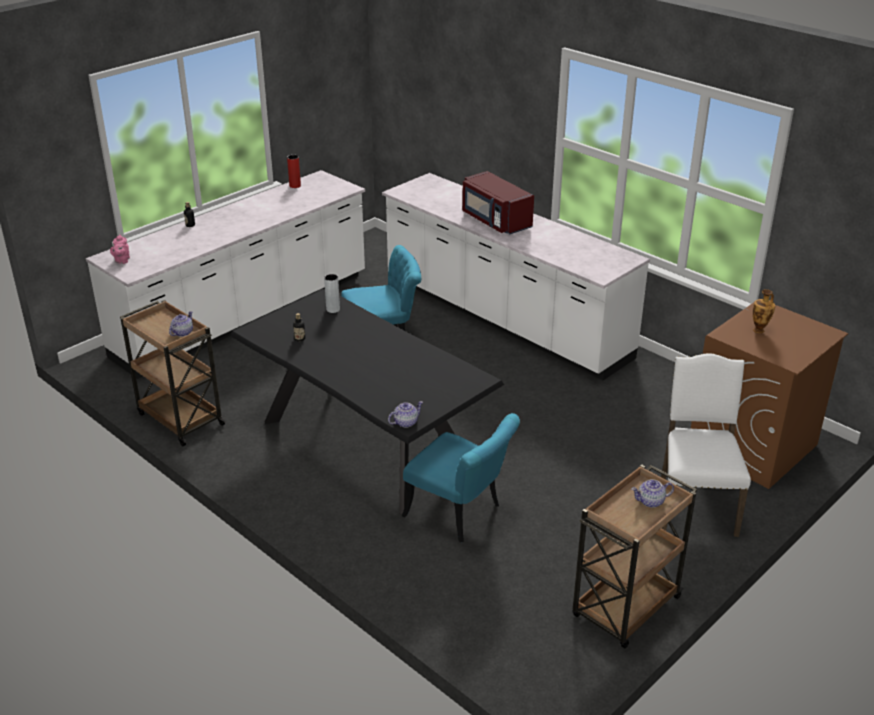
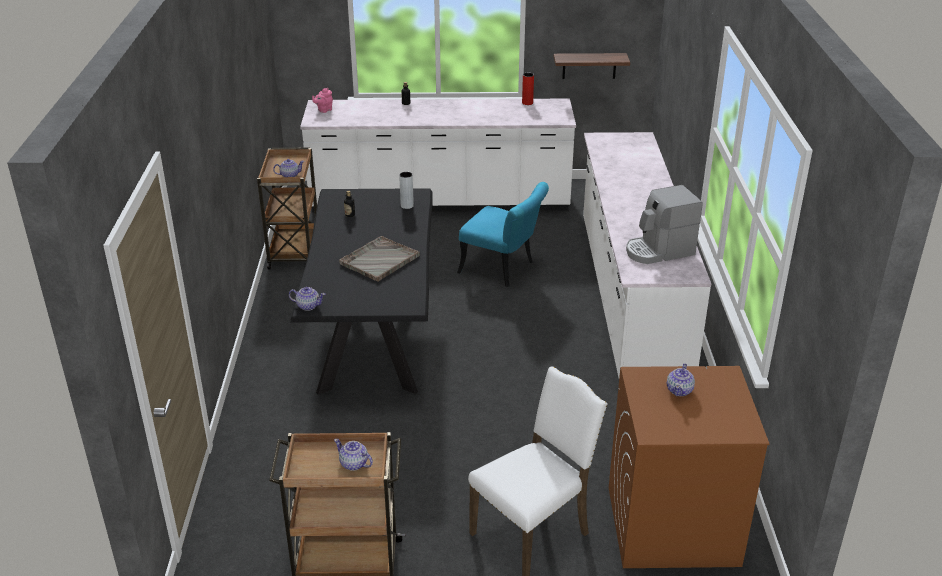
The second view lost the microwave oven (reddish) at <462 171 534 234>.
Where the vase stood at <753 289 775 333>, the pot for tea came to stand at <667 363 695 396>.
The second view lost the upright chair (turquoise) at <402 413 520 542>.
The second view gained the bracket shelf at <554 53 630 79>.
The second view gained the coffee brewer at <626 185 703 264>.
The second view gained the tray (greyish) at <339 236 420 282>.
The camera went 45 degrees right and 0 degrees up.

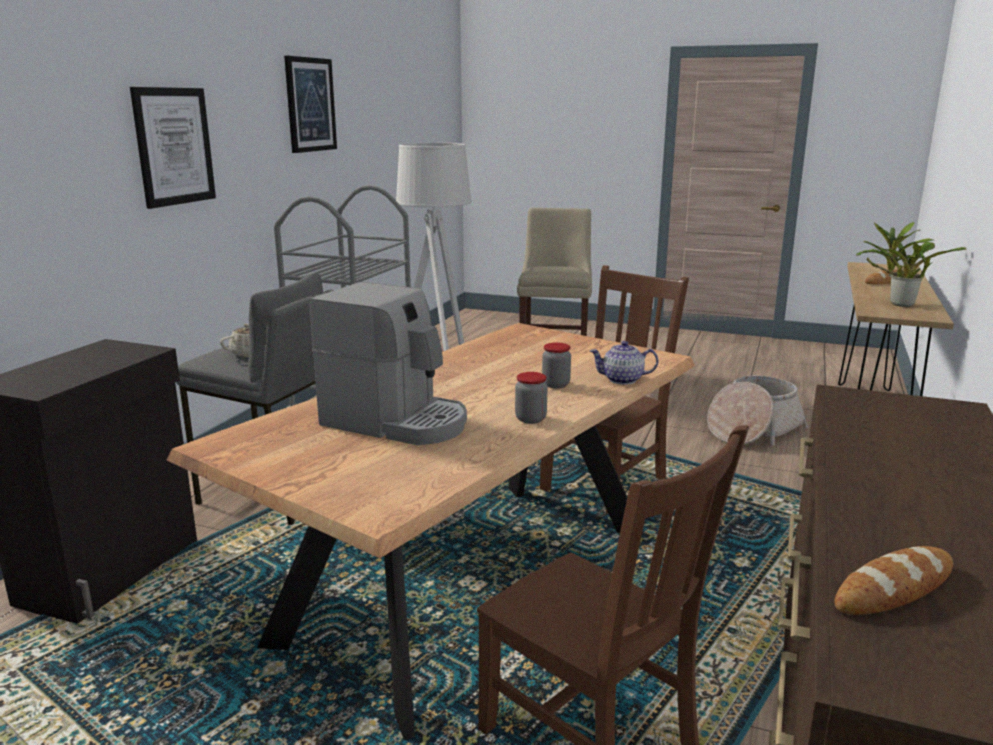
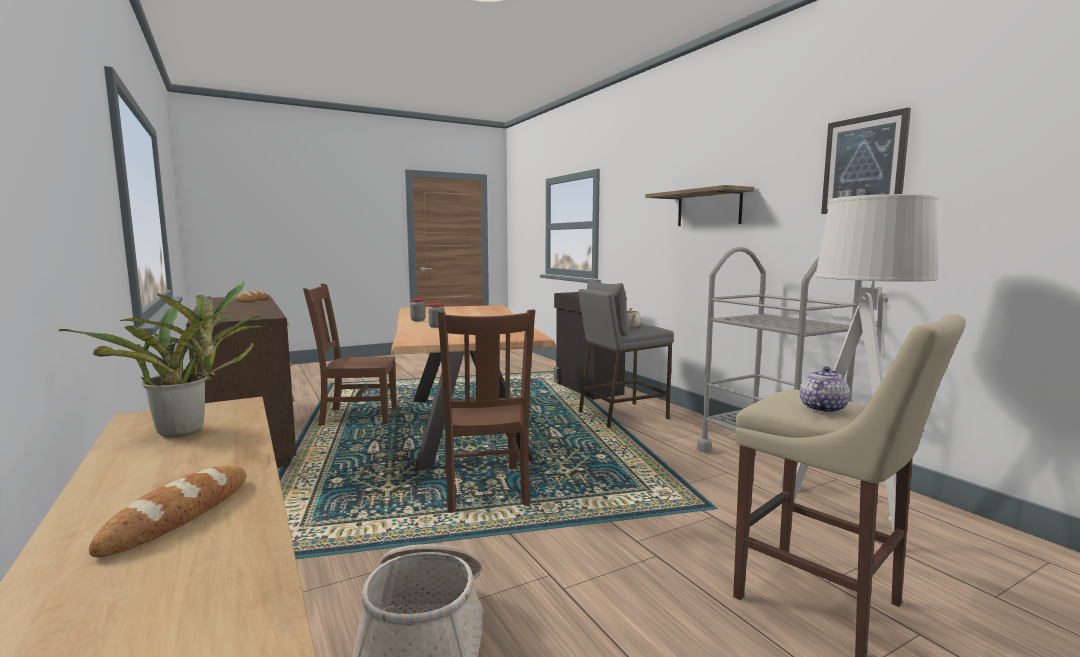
Where the wall picture hung at <130 87 216 209>, the bracket shelf came to hang at <645 185 754 226>.
The second view lost the coffee brewer at <309 282 467 445>.
The pot for tea ended up elsewhere, having gone from <590 341 658 385> to <800 366 850 413>.
The camera went 130 degrees right and 10 degrees down.

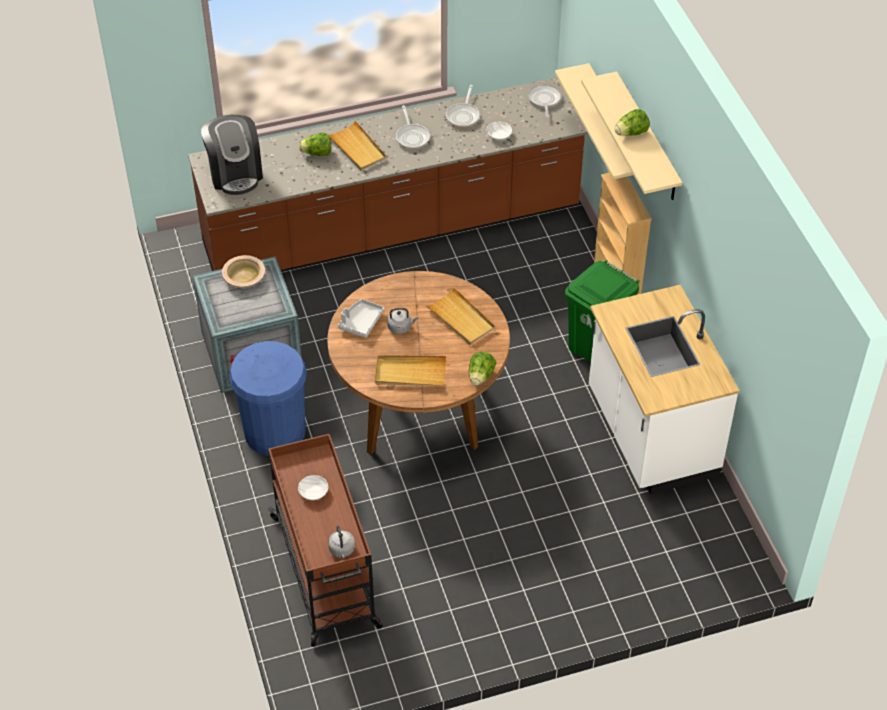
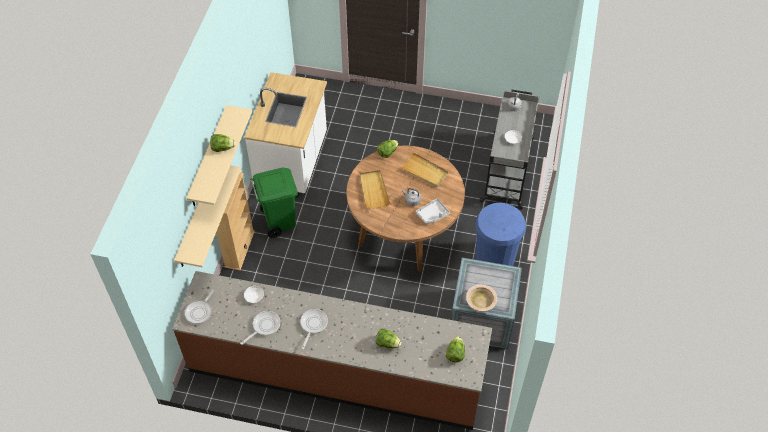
Where the coffee brewer stood at <201 115 263 195>, the head of lettuce came to stand at <446 337 465 363>.
The second view lost the tray (beige) at <329 120 387 171>.
What was the cart (brown-coloured) at <268 434 383 647> turned into the cart (greyish) at <480 90 539 210>.
The camera went 150 degrees left and 5 degrees up.

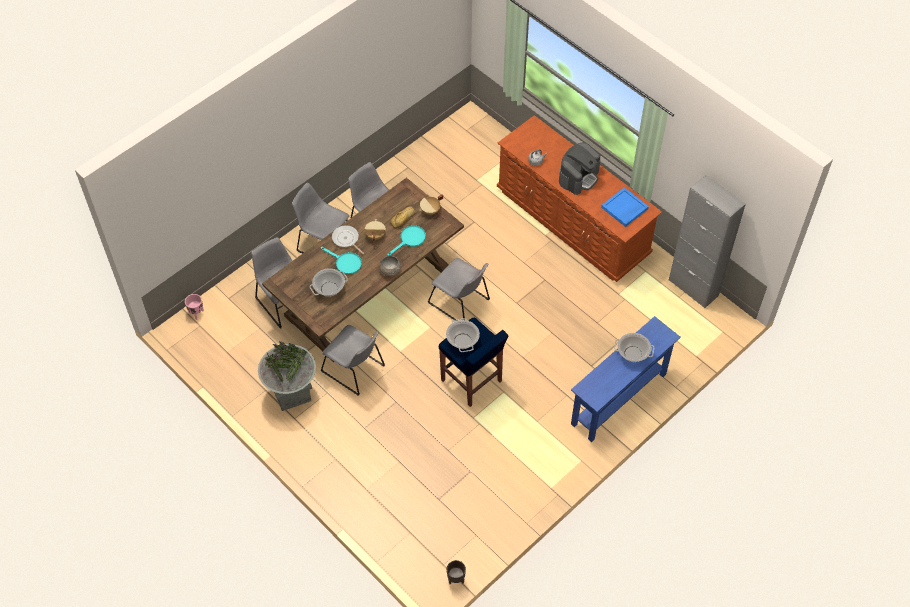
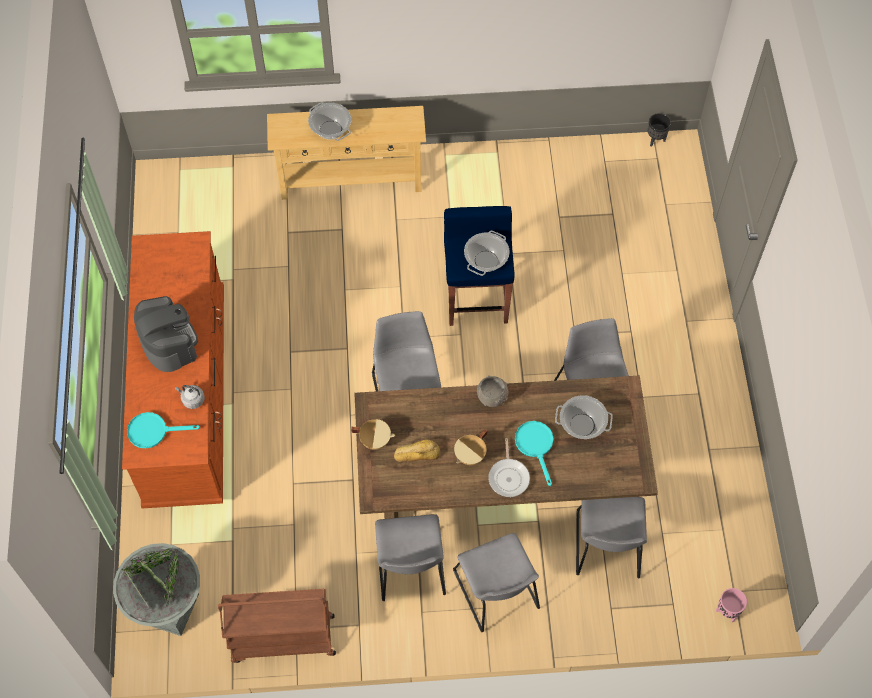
The coffee brewer at <559 142 600 195> ended up facing another way, 75 degrees clockwise from before.
The second view lost the storage cabinet (greyish) at <669 175 746 308>.
The second view lost the tray (blue) at <601 187 649 227>.
The pan (turquoise) ended up elsewhere, having gone from <387 225 426 256> to <127 412 200 448>.
What was the console table (blue) at <571 316 681 442> turned into the console table (beige) at <267 106 426 200>.
The planter (greyish) ended up elsewhere, having gone from <258 342 316 411> to <113 543 200 636>.
The second view gained the cart (brown-coloured) at <218 589 336 663>.
The camera went 140 degrees left and 5 degrees up.

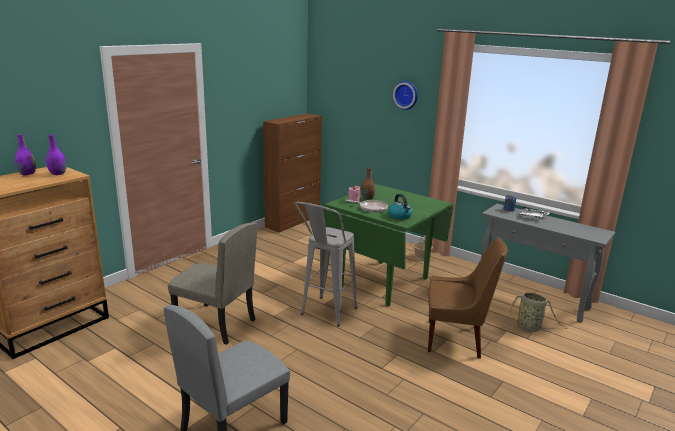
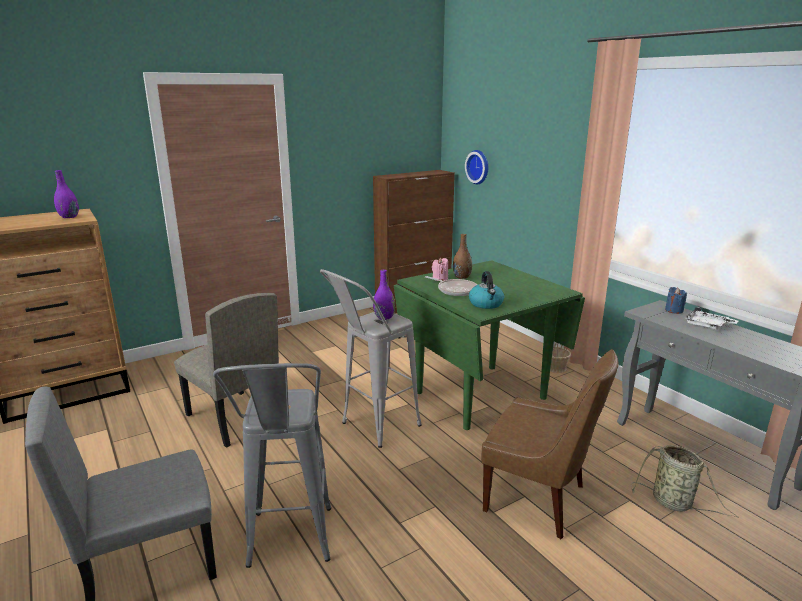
The wall clock ended up elsewhere, having gone from <393 81 418 110> to <465 150 488 184>.
The vase (purple-coloured) ended up elsewhere, having gone from <15 134 36 175> to <373 270 395 320>.
The second view gained the stool seat (greyish) at <213 363 331 568>.
The camera went 20 degrees right and 0 degrees up.

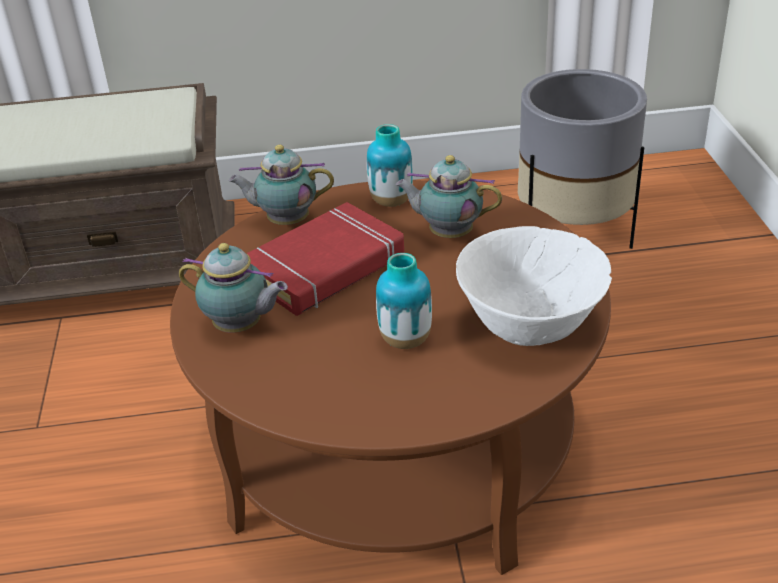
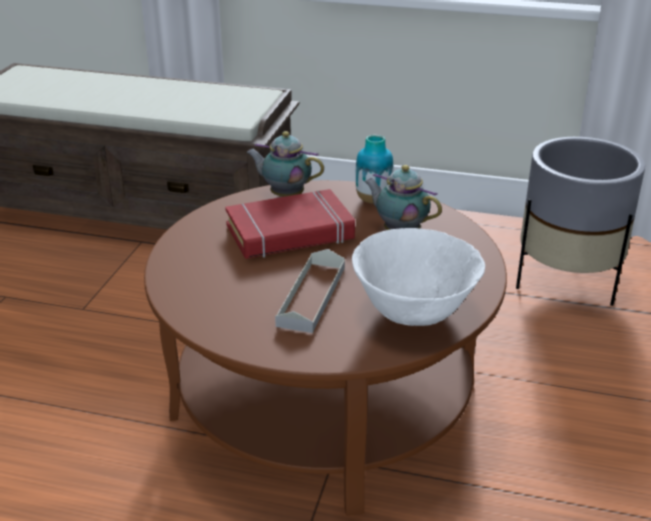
The second view lost the pot for tea at <179 243 288 333>.
Where the vase stood at <376 253 432 349>, the tray (greyish) came to stand at <275 249 345 333>.
The camera went 20 degrees right and 5 degrees down.

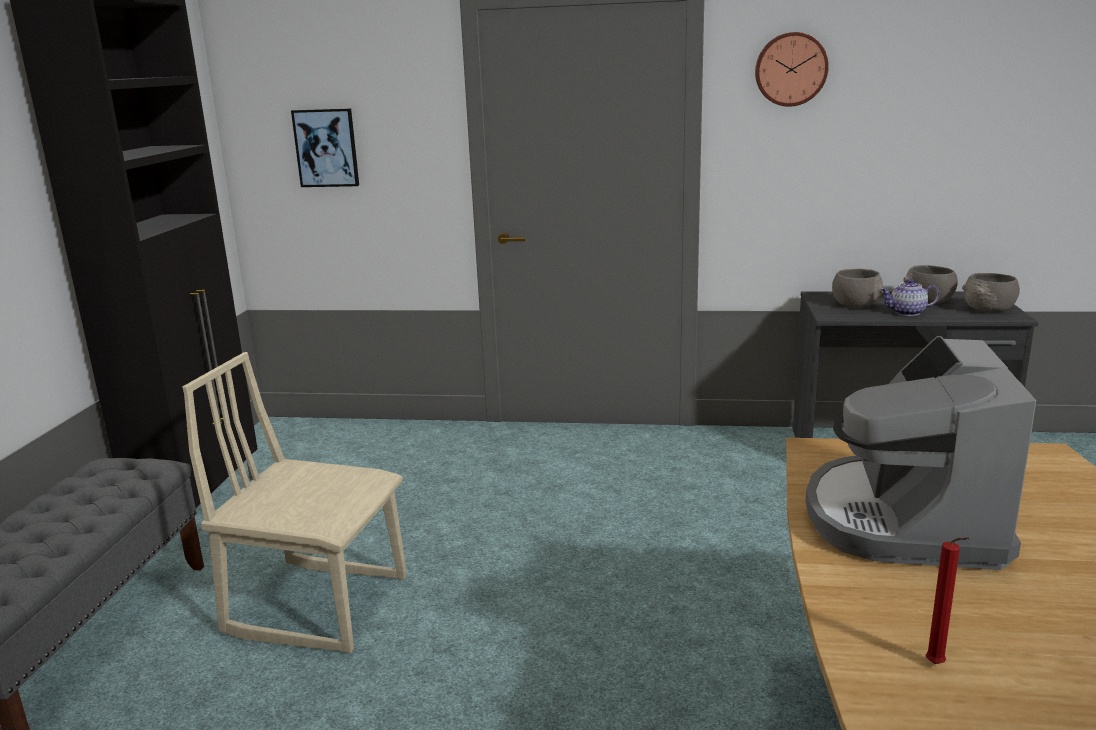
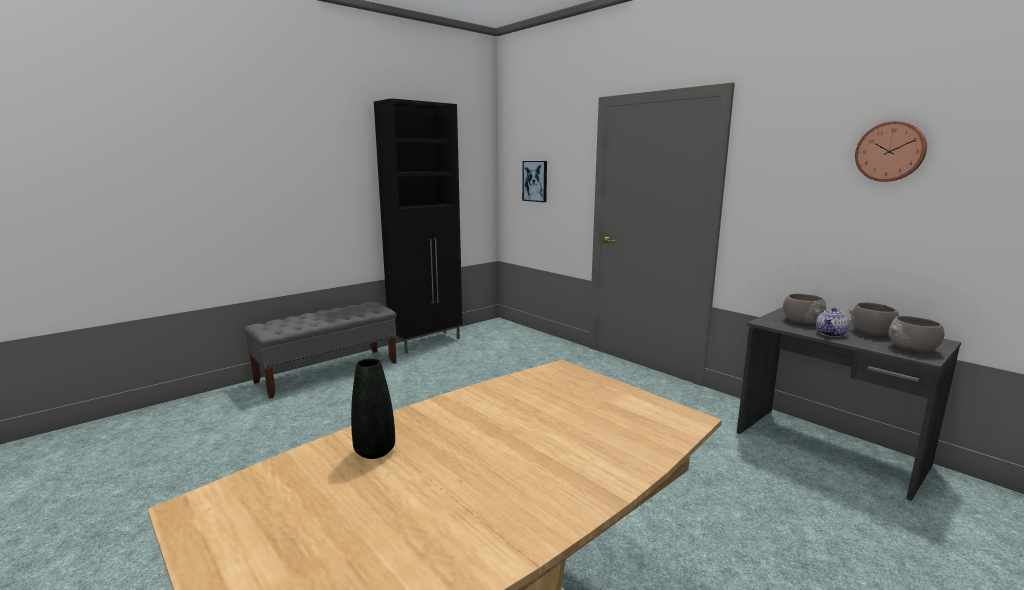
The wall clock ended up elsewhere, having gone from <755 32 829 107> to <855 121 927 182>.
The pot for tea at <880 279 939 316> ended up facing another way, 90 degrees counterclockwise from before.
The second view lost the coffee brewer at <805 336 1036 570>.
The second view lost the upright chair (beige) at <182 352 407 653>.
Where the candle (reddish) stood at <926 537 970 664>, the vase (blackish) came to stand at <351 359 395 459>.
The camera went 40 degrees right and 5 degrees down.

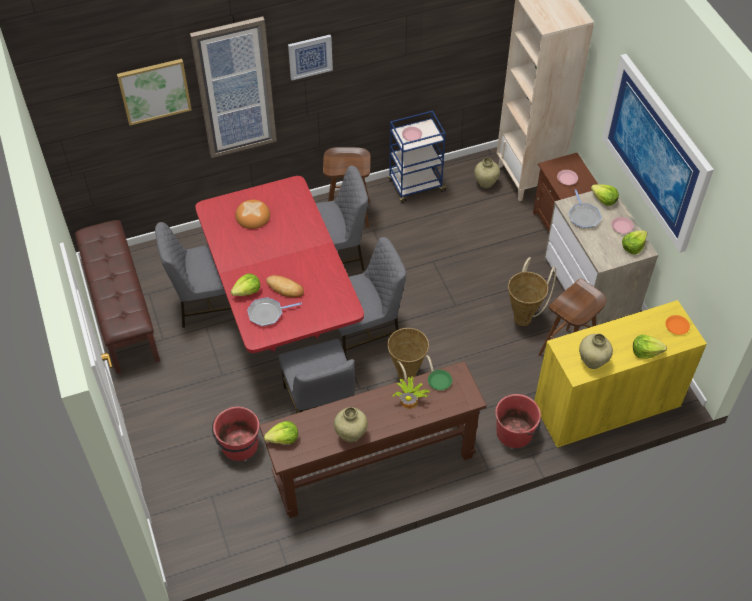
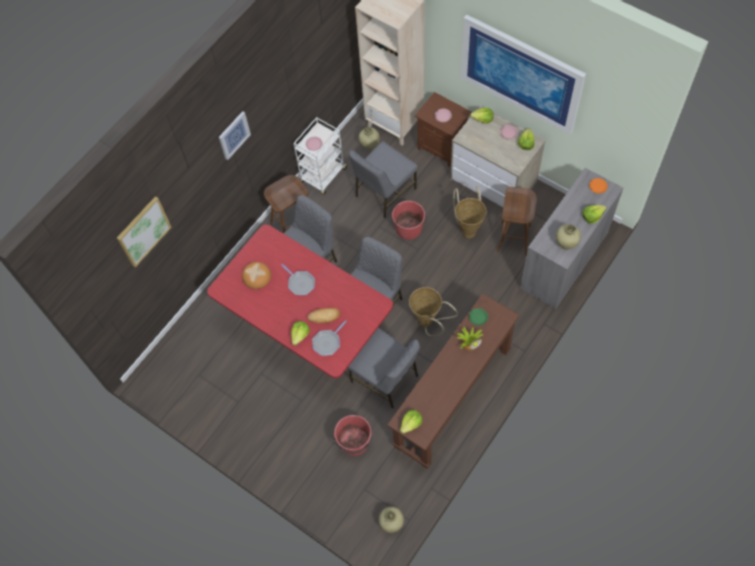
The second view lost the wall picture at <190 16 277 158>.
What was the cart (blue) at <388 110 448 203> turned into the cart (white-coloured) at <293 117 347 195>.
The pan ended up elsewhere, having gone from <568 189 602 229> to <281 264 315 295>.
The second view lost the indoor bench (brown-coloured) at <75 220 160 374>.
The upright chair (greyish) ended up elsewhere, having gone from <155 222 231 328> to <349 141 418 218>.
What was the storage cabinet (yellowish) at <534 300 707 448> turned into the storage cabinet (greyish) at <520 168 623 309>.
The bucket (reddish) ended up elsewhere, having gone from <495 394 541 448> to <392 201 427 240>.
The vase (beige) ended up elsewhere, having gone from <334 407 368 442> to <378 507 404 533>.
The camera went 30 degrees left and 10 degrees up.

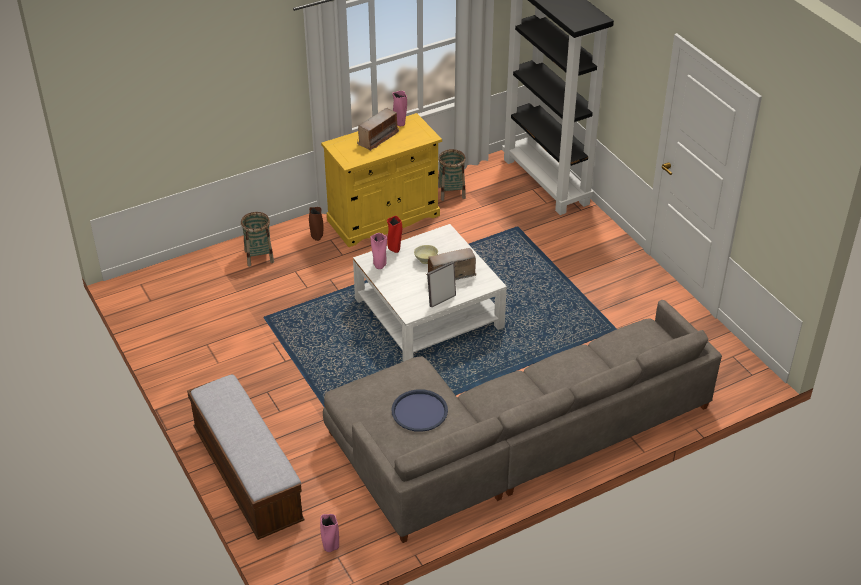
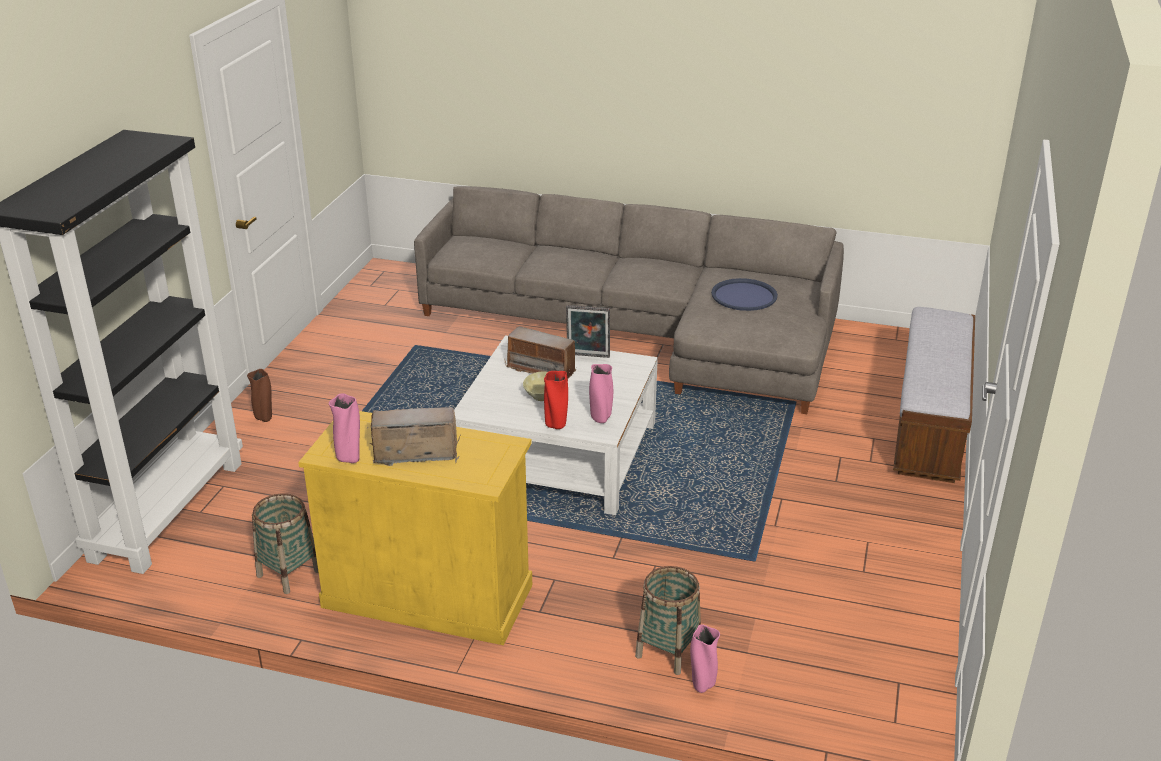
The vase (brown-coloured) ended up elsewhere, having gone from <309 207 323 241> to <247 369 272 422>.
The vase (pinkish) ended up elsewhere, having gone from <320 514 339 552> to <690 624 720 693>.
The camera went 135 degrees left and 10 degrees down.

